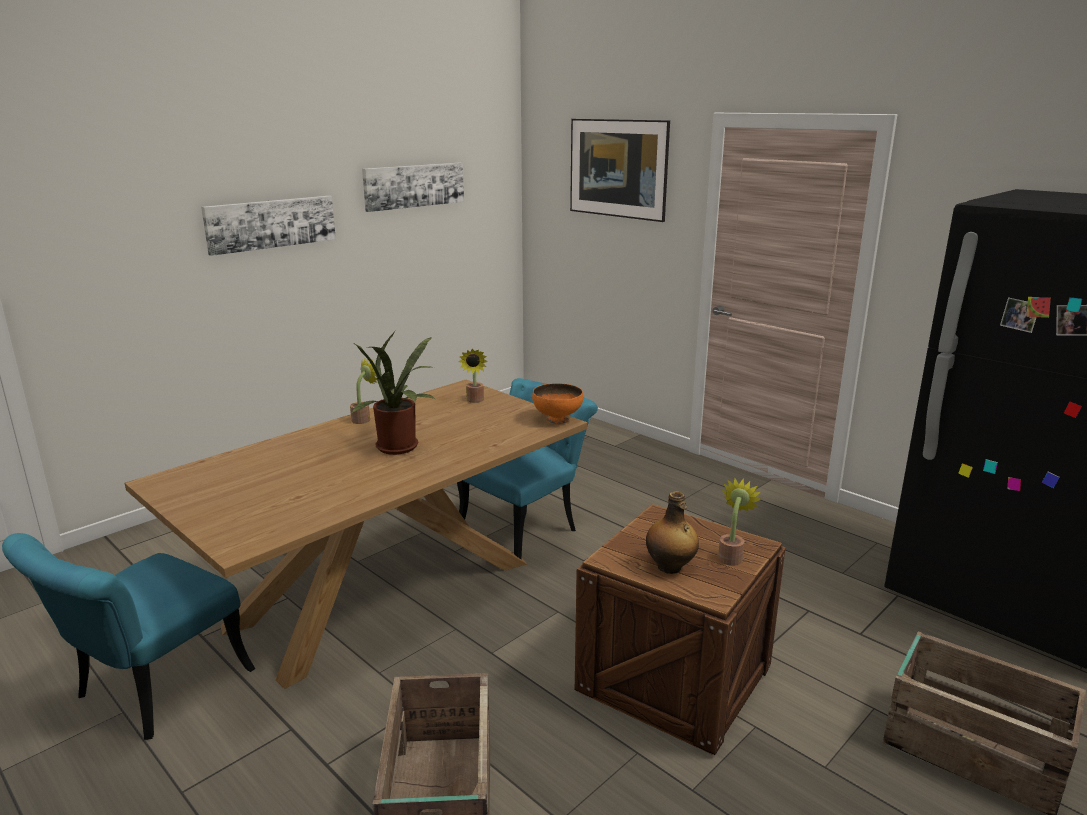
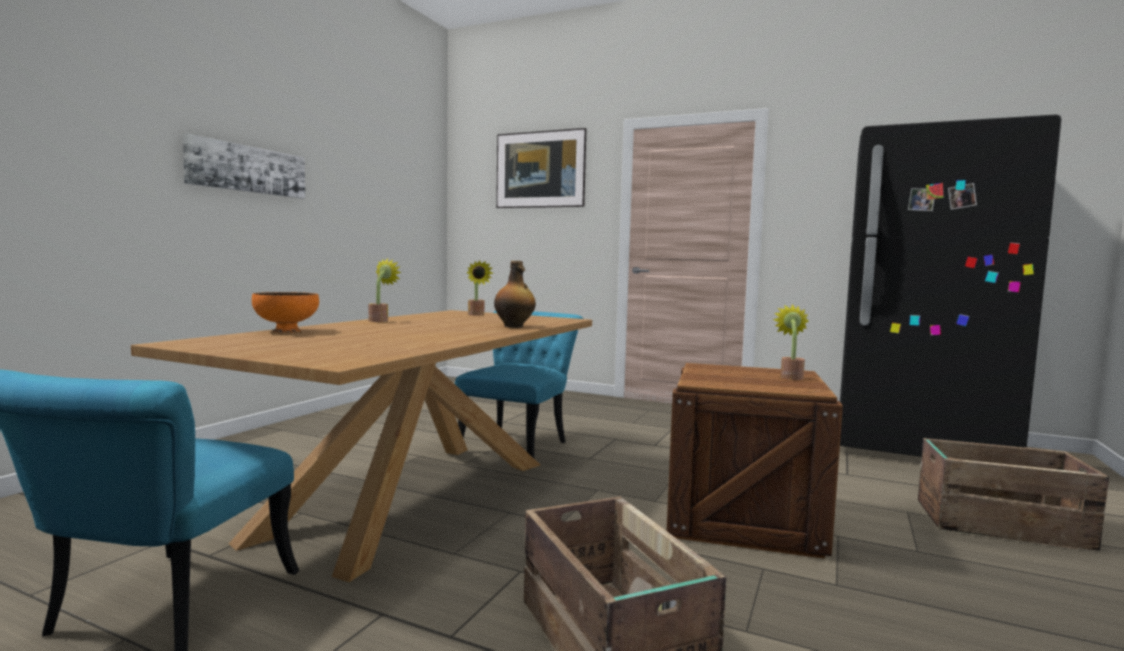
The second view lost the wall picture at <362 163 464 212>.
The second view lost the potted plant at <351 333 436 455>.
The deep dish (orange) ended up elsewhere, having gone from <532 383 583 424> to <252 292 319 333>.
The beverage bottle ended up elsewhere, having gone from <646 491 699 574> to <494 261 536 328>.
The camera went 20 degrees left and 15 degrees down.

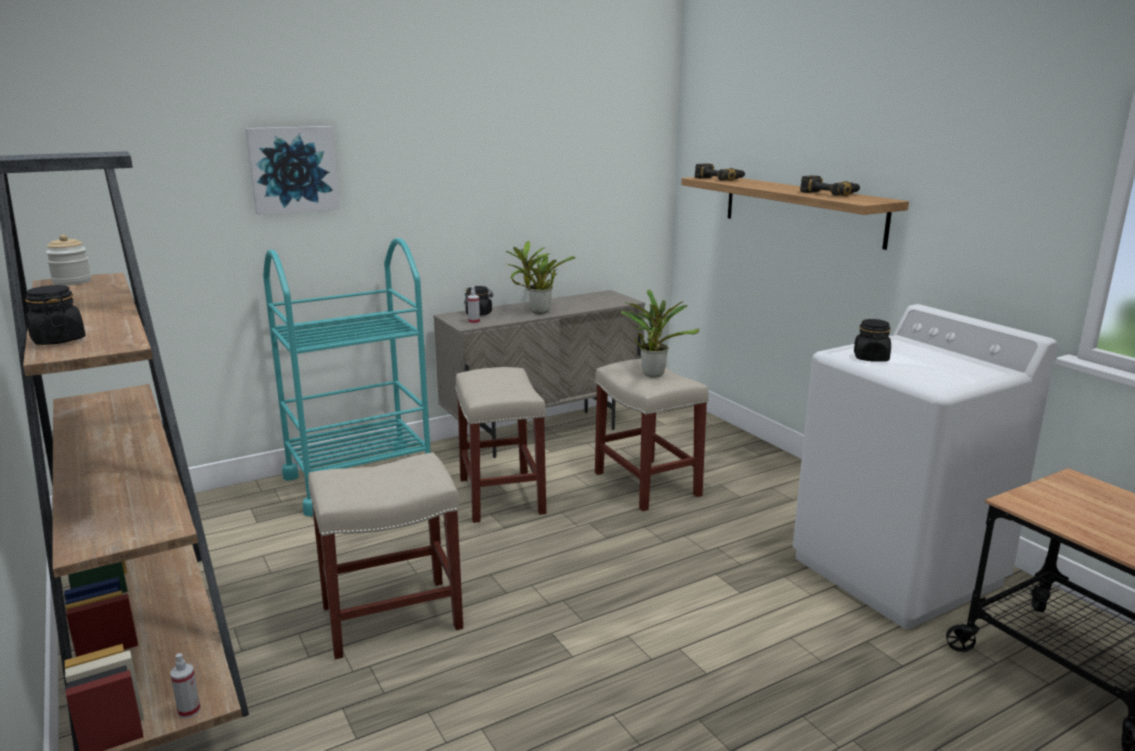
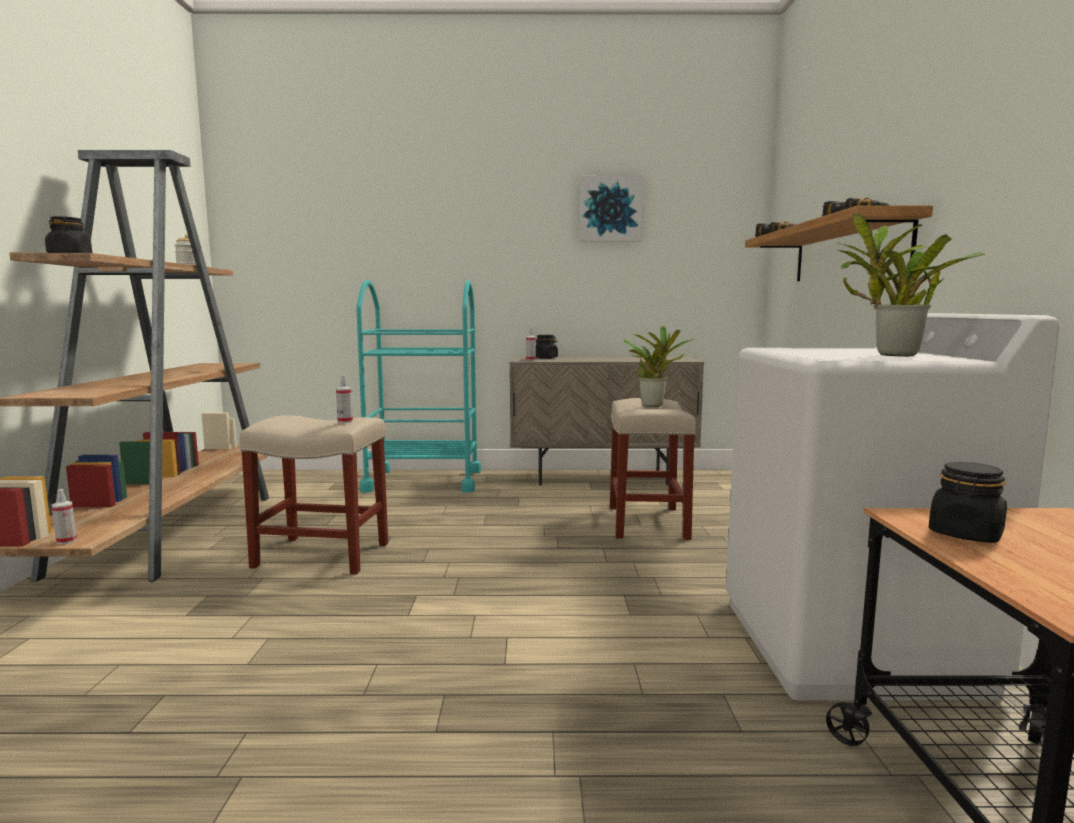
The wall picture ended up elsewhere, having gone from <245 126 340 215> to <579 176 644 242>.
The potted plant ended up elsewhere, having gone from <506 241 576 314> to <837 213 988 357>.
The storage jar (blackish) ended up elsewhere, having gone from <854 319 891 362> to <929 462 1007 543>.
The second view lost the stool seat (beige) at <455 367 546 523>.
The second view gained the sprayer at <336 375 353 423>.
The camera went 30 degrees right and 10 degrees down.

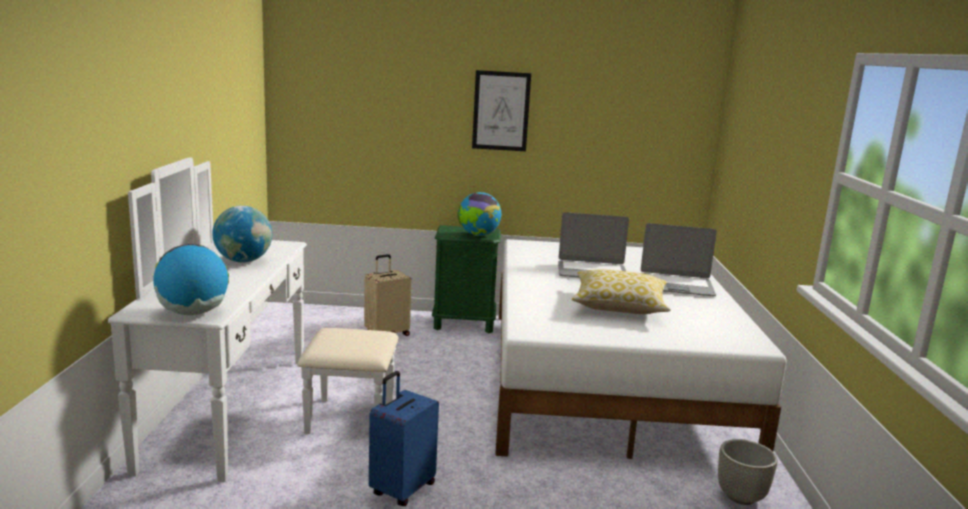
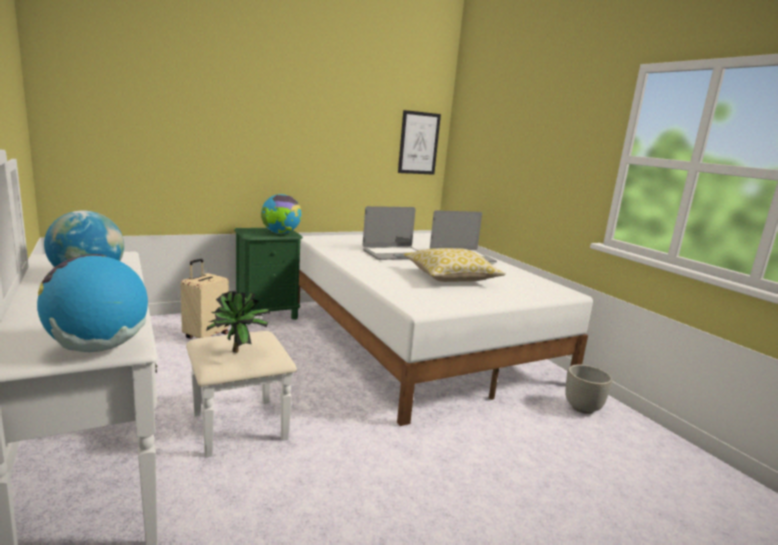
The wall picture ended up elsewhere, having gone from <472 70 531 151> to <398 110 441 175>.
The second view lost the suitcase (blue) at <369 371 439 506>.
The second view gained the potted plant at <206 291 271 353>.
The camera went 30 degrees left and 0 degrees up.

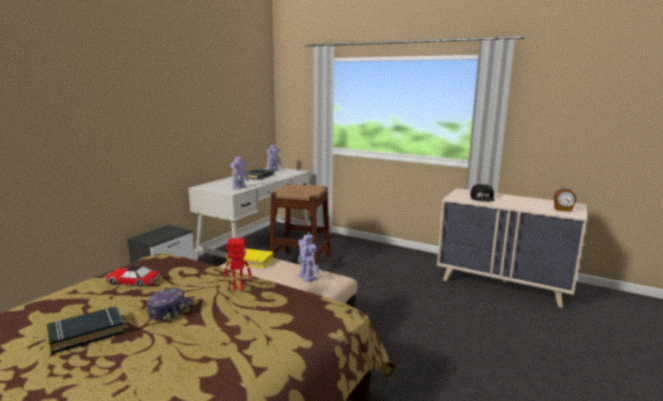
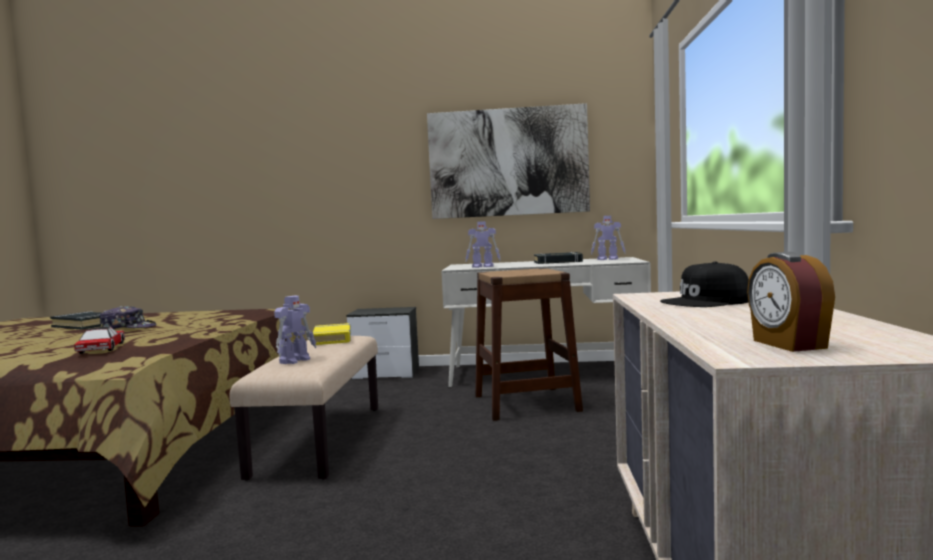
The second view lost the robot figure at <224 238 252 291>.
The miniature car ended up elsewhere, having gone from <105 265 160 287> to <74 327 125 354>.
The second view gained the wall picture at <427 103 590 219>.
The camera went 65 degrees right and 10 degrees down.

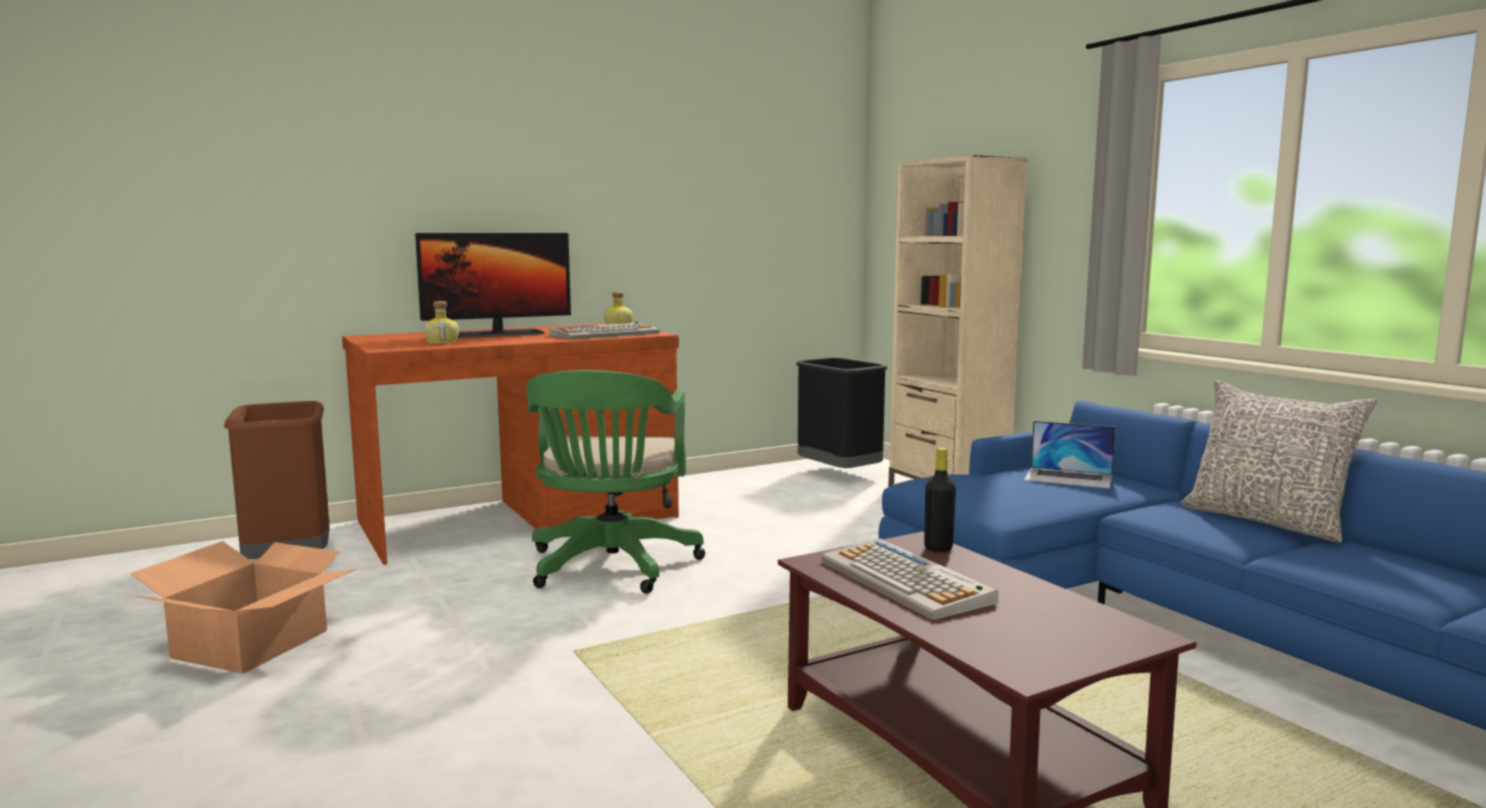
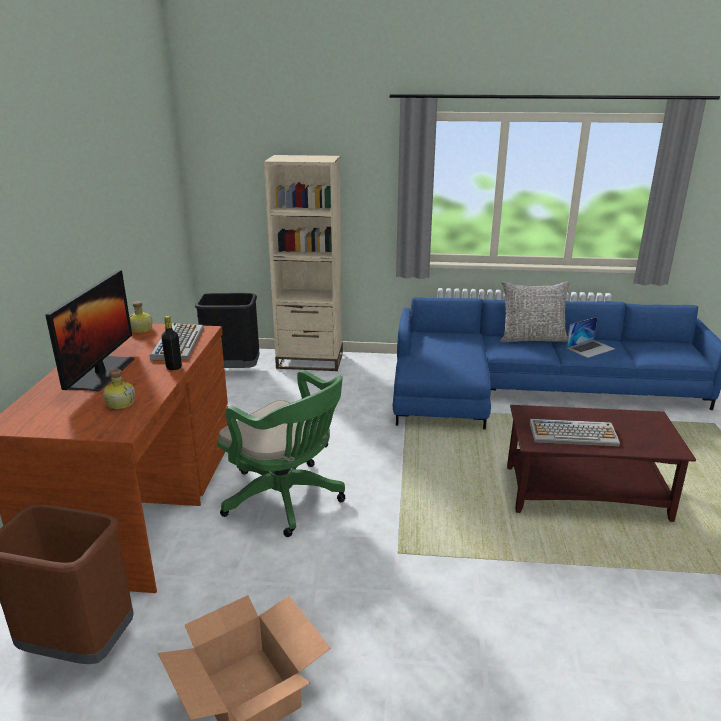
The portable computer ended up elsewhere, having gone from <1024 421 1116 489> to <566 317 615 358>.
The beverage bottle (blackish) ended up elsewhere, having gone from <924 448 956 552> to <161 316 182 370>.
The camera went 55 degrees left and 15 degrees up.

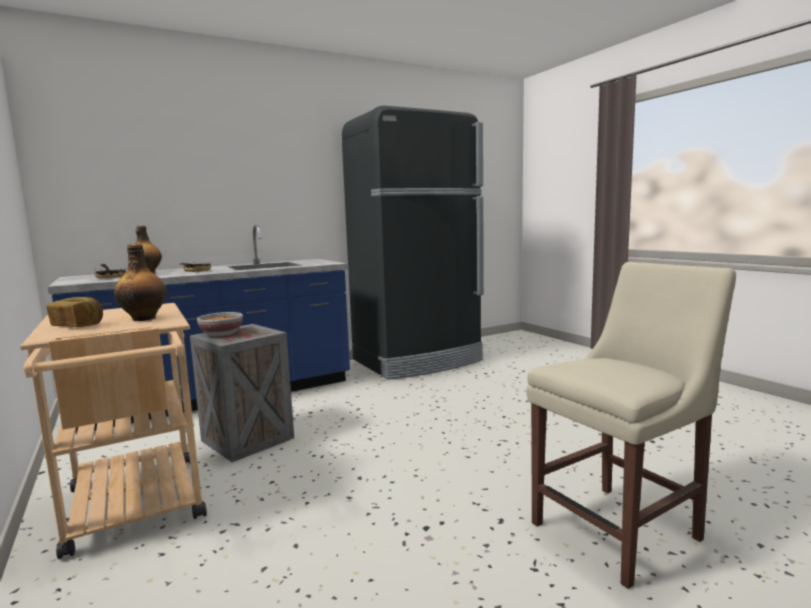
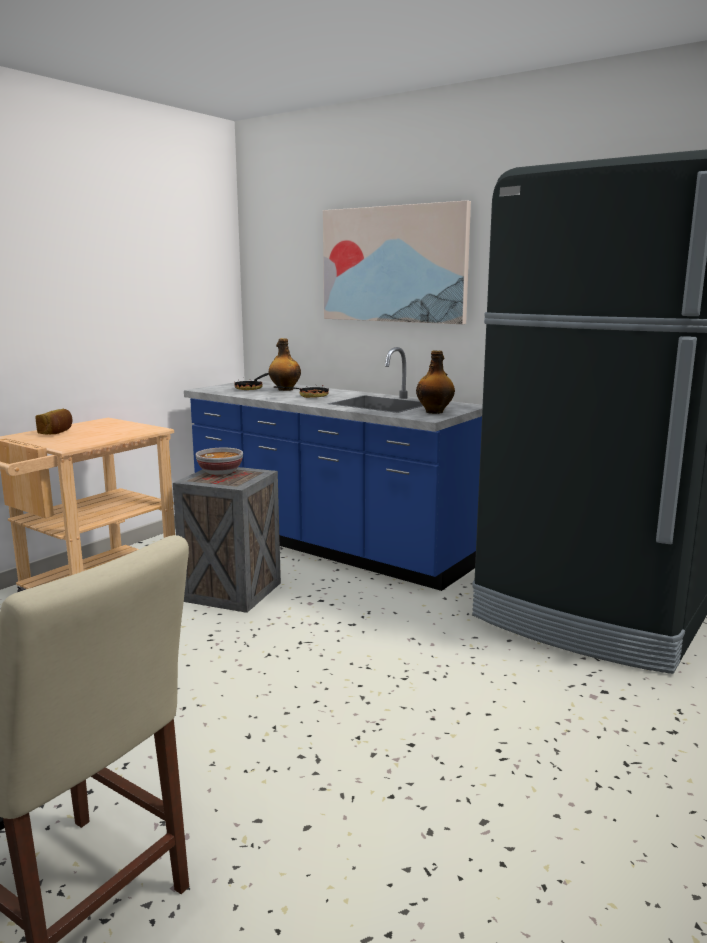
The beverage bottle ended up elsewhere, having gone from <114 244 167 321> to <416 350 455 414>.
The second view gained the wall picture at <323 200 471 324>.
The camera went 65 degrees right and 5 degrees up.

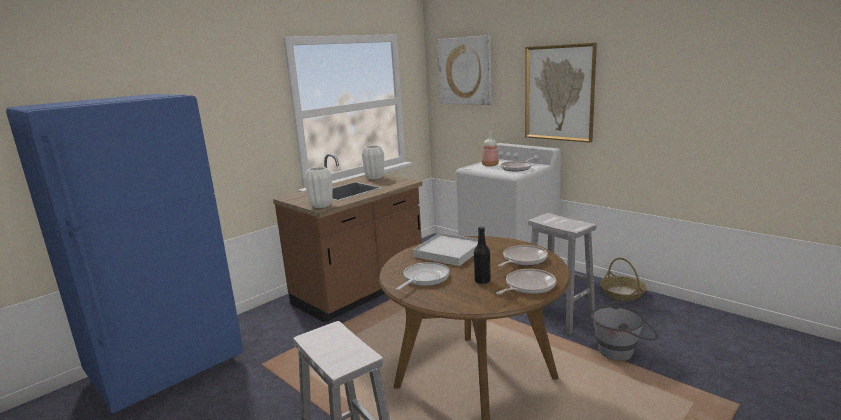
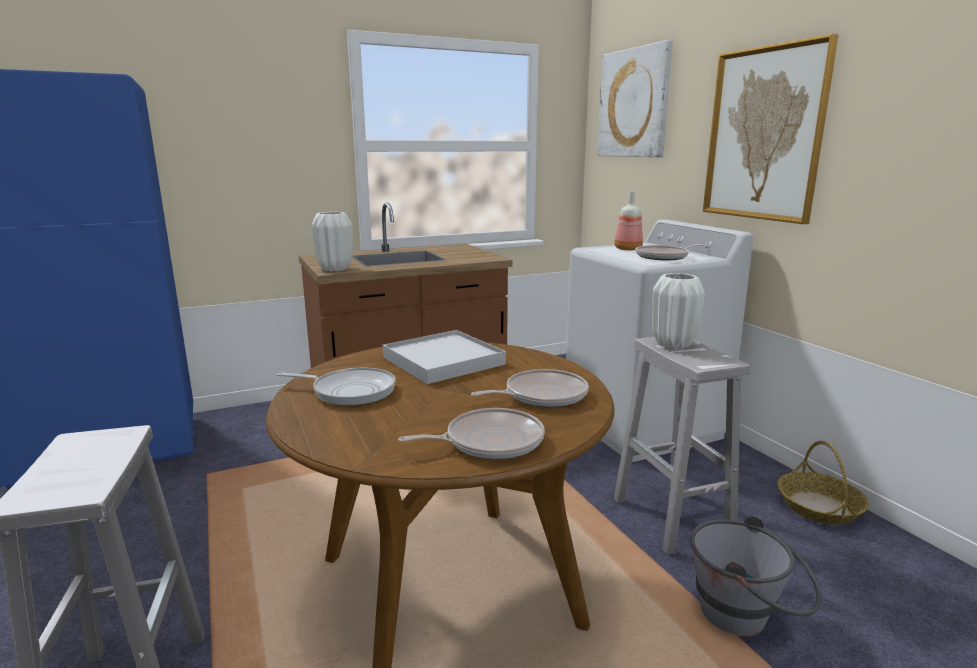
The vase (white-coloured) ended up elsewhere, having gone from <362 145 384 179> to <652 273 705 349>.
The second view lost the beverage bottle (blackish) at <474 226 491 284>.
The pan at <396 262 449 290> ended up facing another way, 45 degrees clockwise from before.
The camera went 20 degrees right and 0 degrees up.

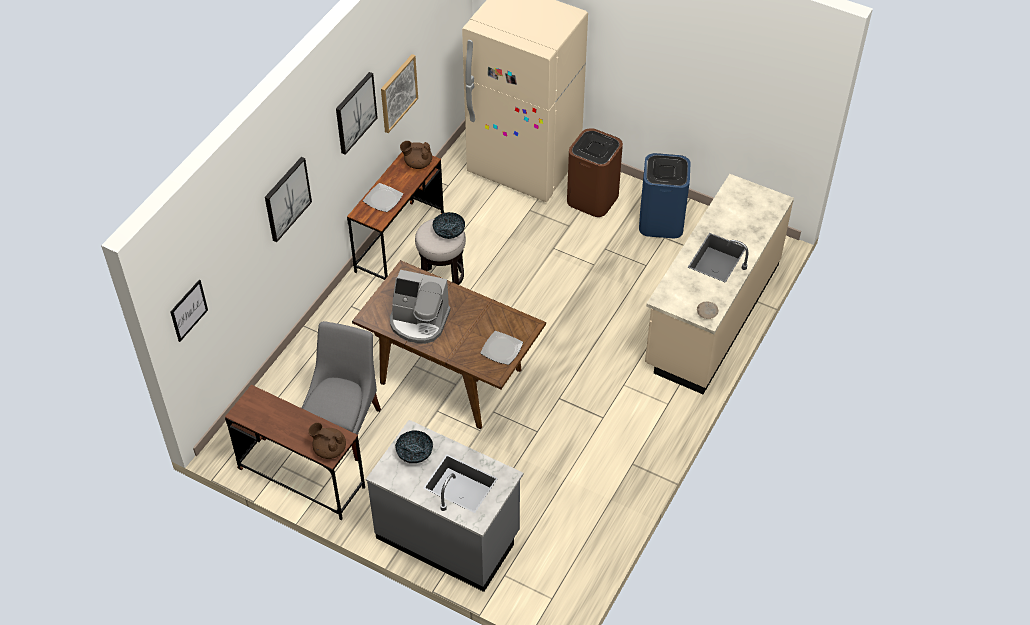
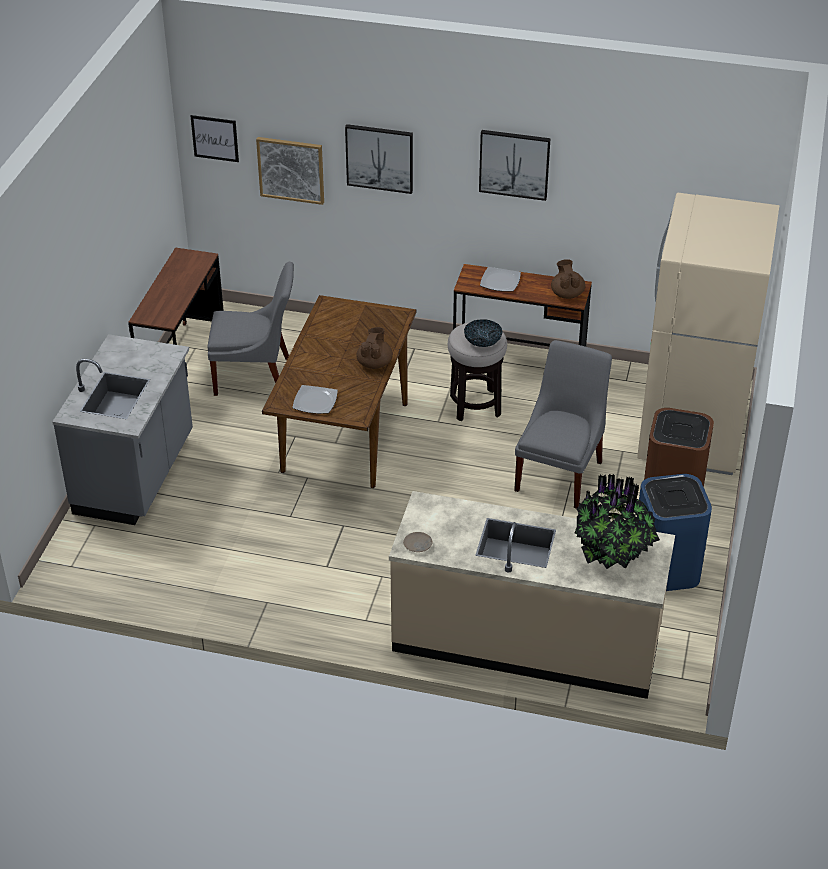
The wall picture ended up elsewhere, having gone from <381 54 418 133> to <256 137 324 205>.
The second view lost the coffee brewer at <390 270 450 344>.
The pot for tea (brown-coloured) ended up elsewhere, having gone from <308 423 346 459> to <357 327 393 369>.
The second view lost the deep dish at <395 430 433 463>.
The second view gained the upright chair (greyish) at <514 340 612 509>.
The second view gained the potted plant at <574 474 660 569>.
The camera went 75 degrees right and 10 degrees down.

